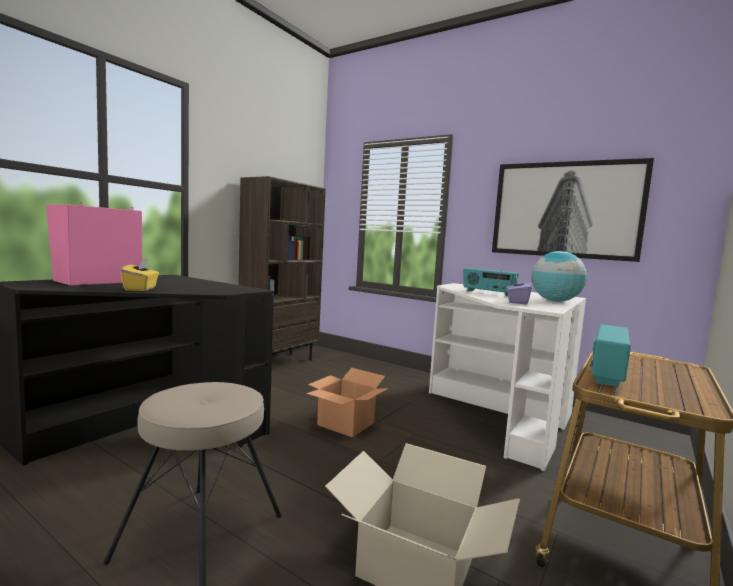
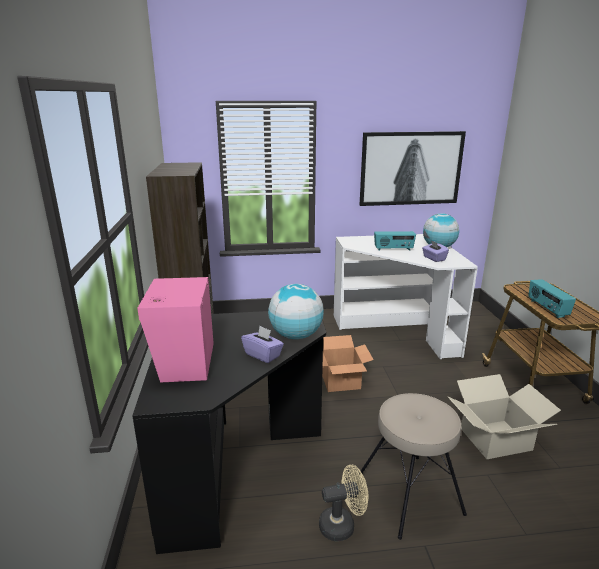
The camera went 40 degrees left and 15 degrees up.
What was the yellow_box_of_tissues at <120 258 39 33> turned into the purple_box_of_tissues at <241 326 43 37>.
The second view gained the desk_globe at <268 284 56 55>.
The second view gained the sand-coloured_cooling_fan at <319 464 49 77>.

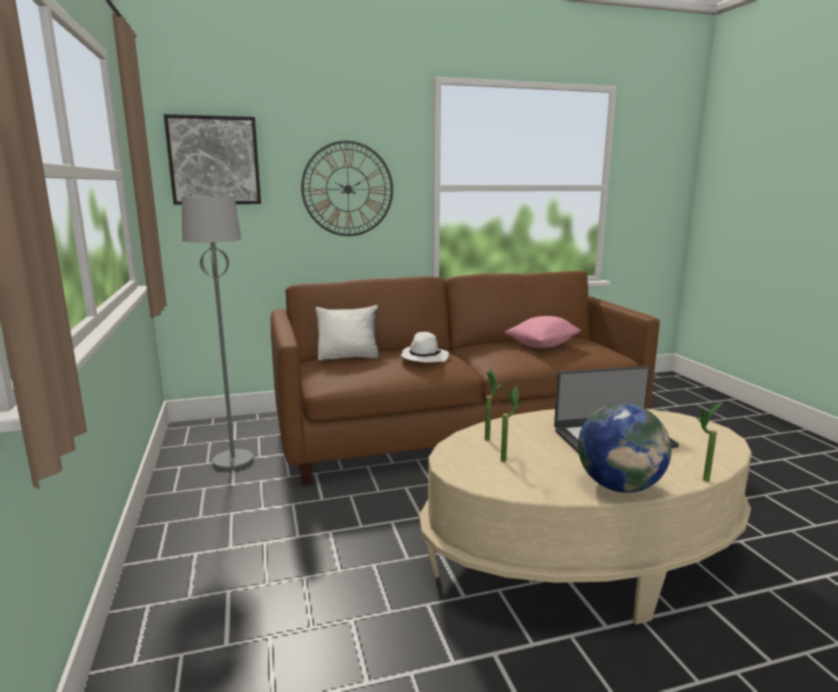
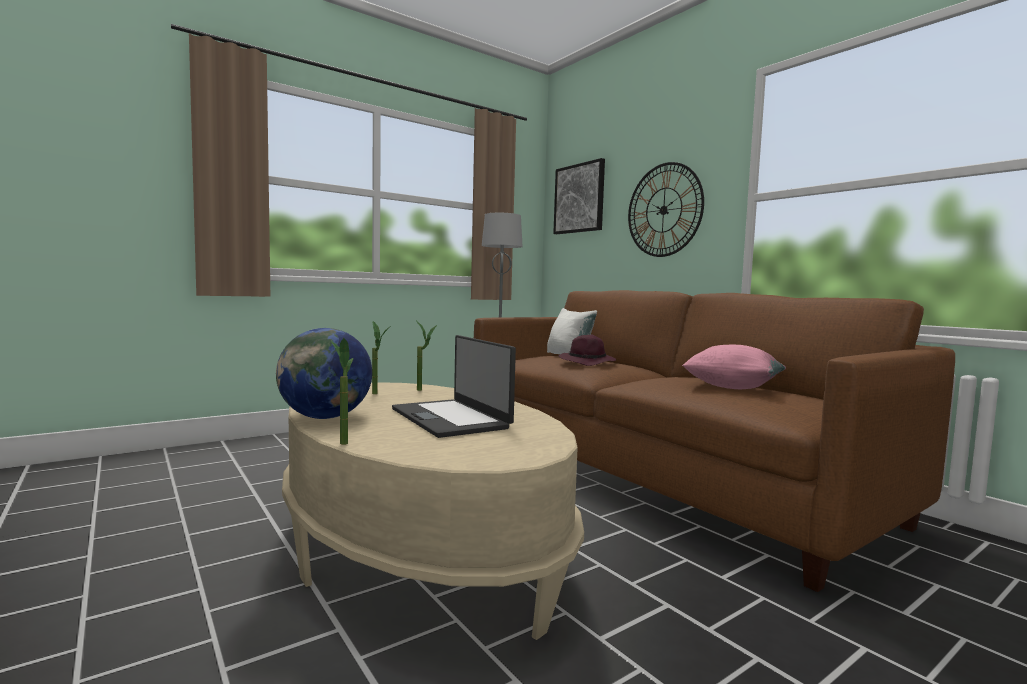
The camera went 70 degrees right and 10 degrees down.
What was the white-coloured_clothing_hat at <400 332 49 30> turned into the purple_clothing_hat at <558 335 58 31>.

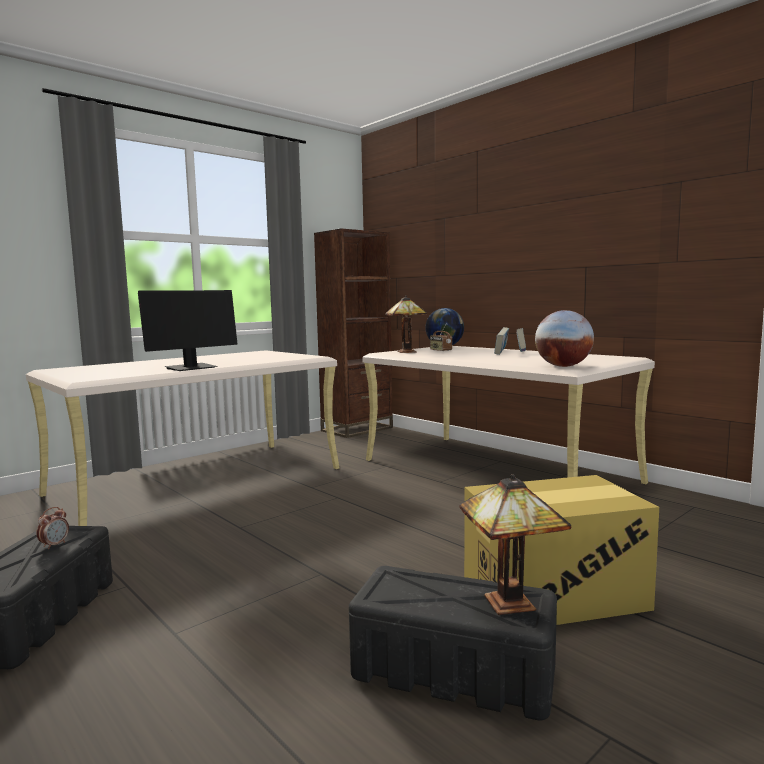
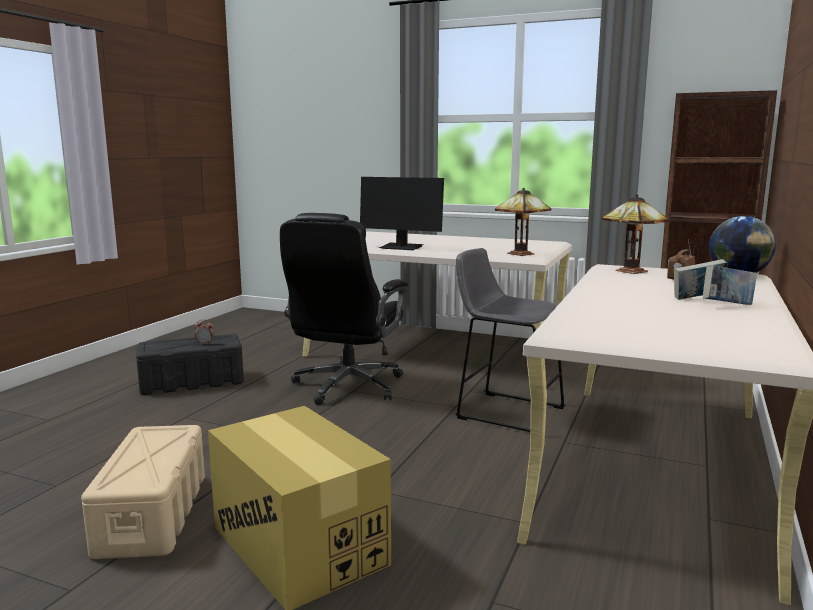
The camera went 65 degrees right and 5 degrees up.
The second view lost the desk_globe at <535 310 59 57>.
The tabletop_lamp ended up elsewhere, having gone from <459 474 112 141> to <495 188 56 68>.
What was the blackish_storage_bin at <349 566 208 155> turned into the sand-coloured_storage_bin at <81 425 124 134>.
The second view gained the blackish_computer_chair at <280 213 128 192>.
The second view gained the grey_sitting_stool at <456 248 110 184>.

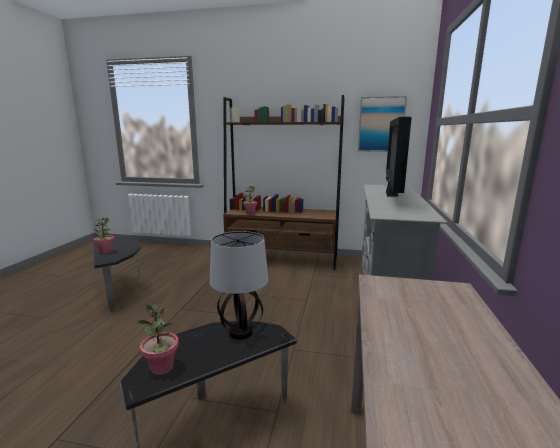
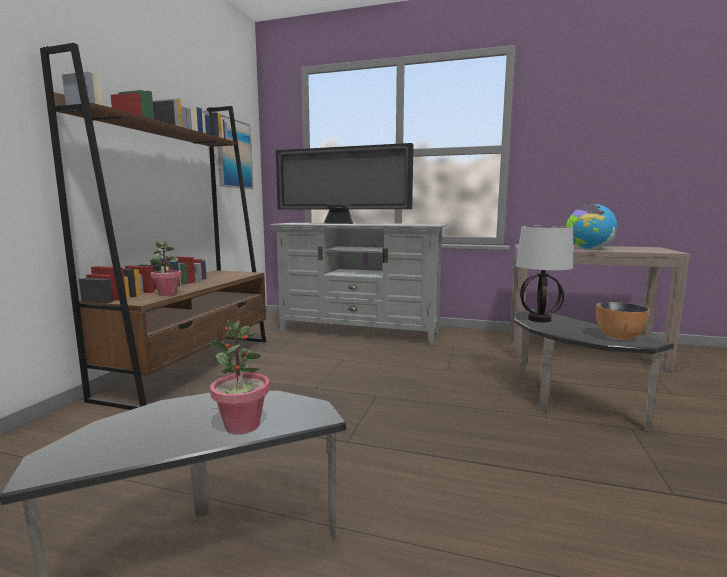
The camera went 85 degrees left and 5 degrees down.
Where the plant_in_a_pot stood at <137 304 42 71>, the bowl came to stand at <596 302 53 38>.
The second view gained the desk_globe at <566 204 51 46>.

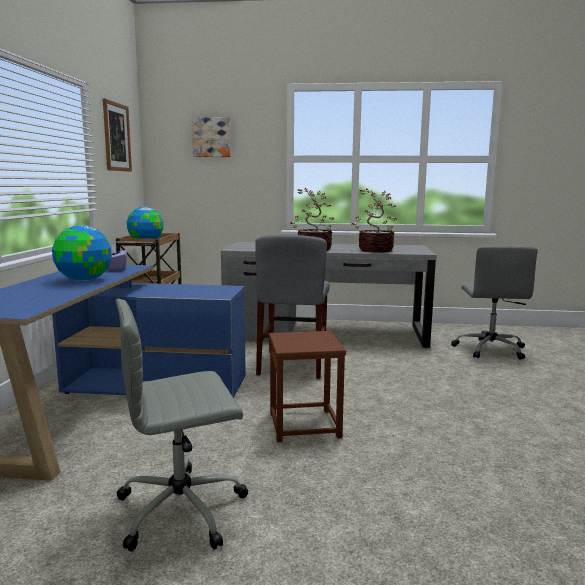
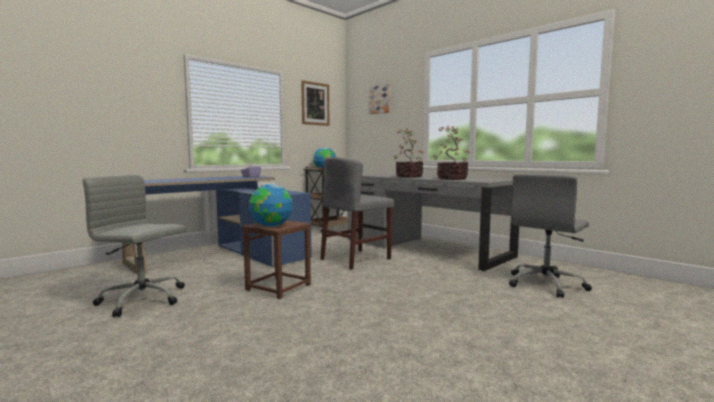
The camera went 40 degrees right and 5 degrees down.
The desk_globe ended up elsewhere, having gone from <52 225 60 56> to <249 184 44 43>.

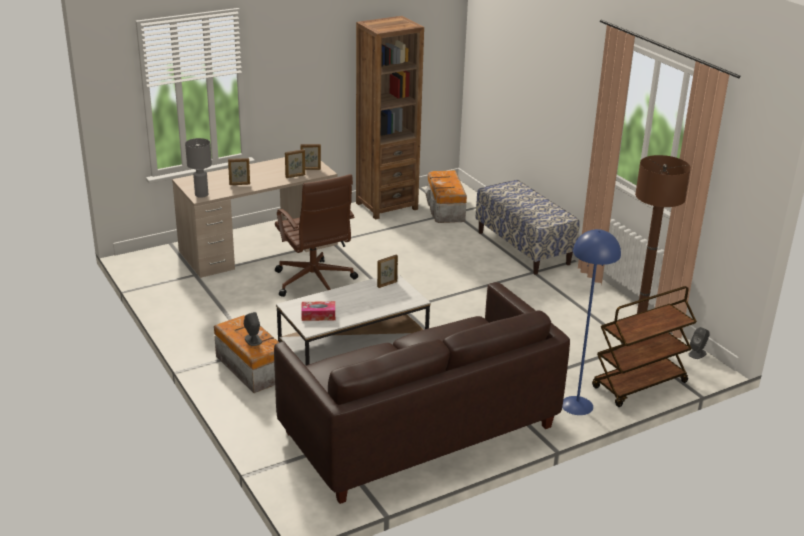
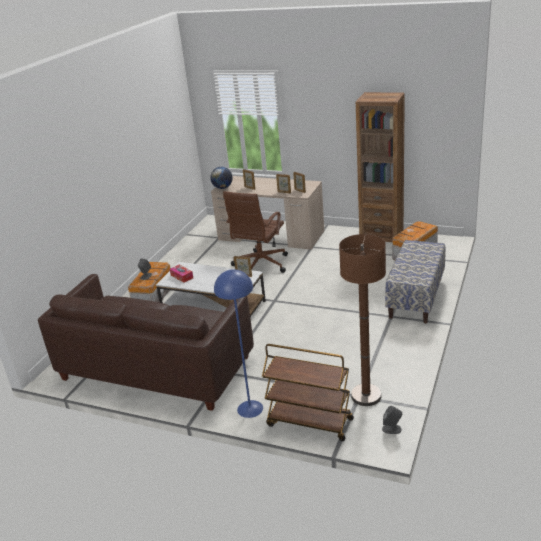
The camera went 55 degrees right and 0 degrees up.
Where the grey_tabletop_lamp stood at <185 138 27 60>, the desk_globe came to stand at <210 167 23 22>.

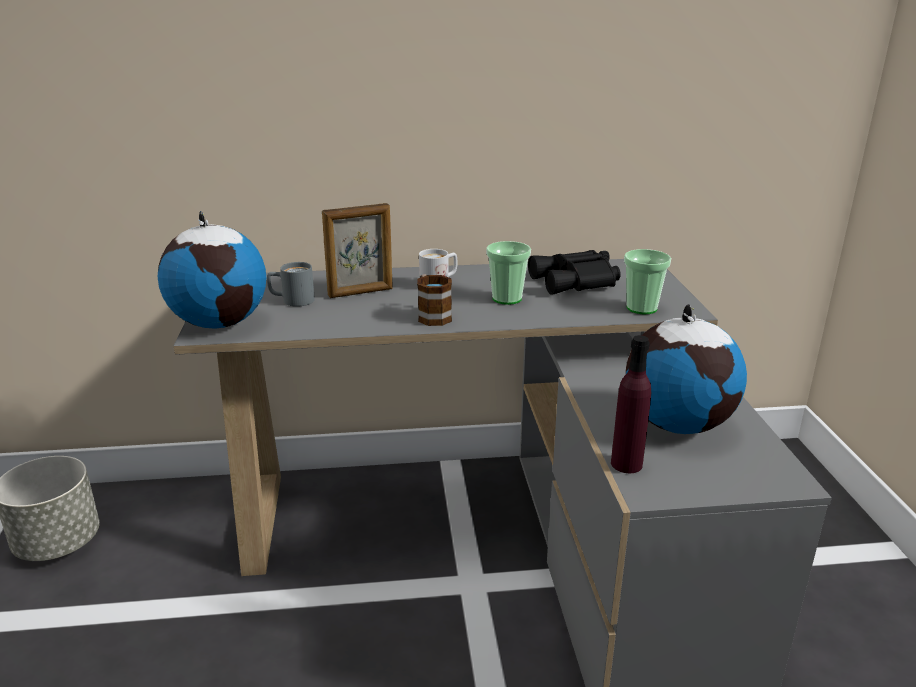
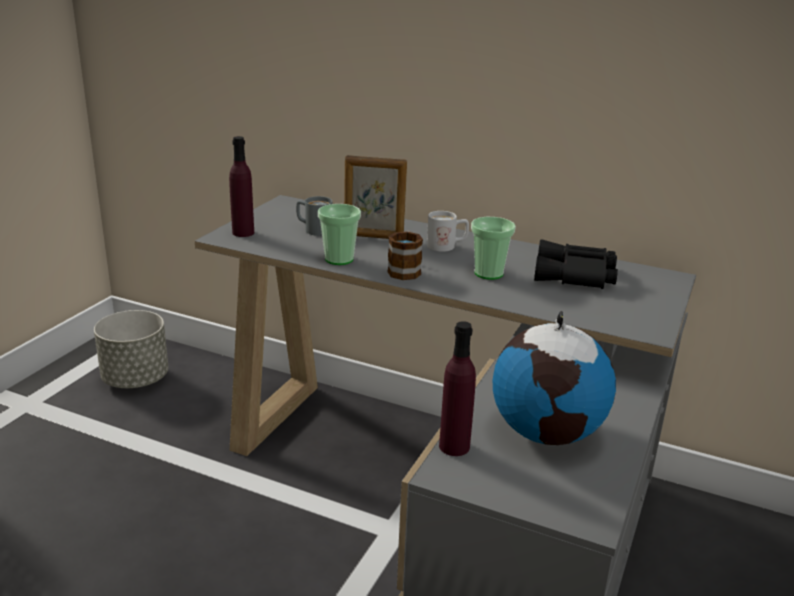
The camera went 30 degrees right and 0 degrees up.
Where the desk_globe stood at <158 211 108 118>, the purple_beverage_bottle came to stand at <229 136 25 101>.
The drinking_cup ended up elsewhere, having gone from <624 249 47 65> to <318 204 43 61>.

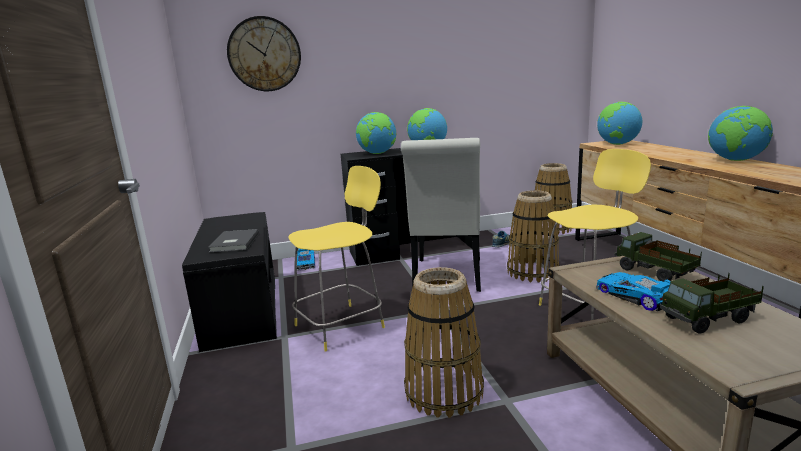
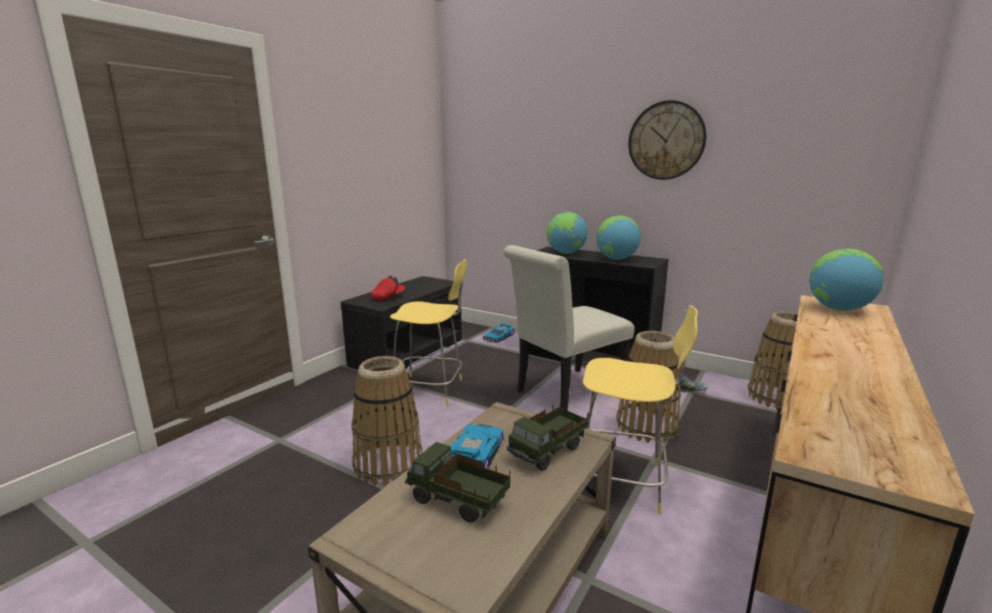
The camera went 45 degrees right and 0 degrees up.
The wall_clock ended up elsewhere, having gone from <227 16 74 75> to <628 100 78 80>.
The second view lost the desk_globe at <708 106 65 55>.
Where the grey_volume stood at <208 229 51 23>, the reddish_cap came to stand at <371 275 34 26>.
The toy_truck at <615 232 87 50> ended up facing another way, 150 degrees counterclockwise from before.

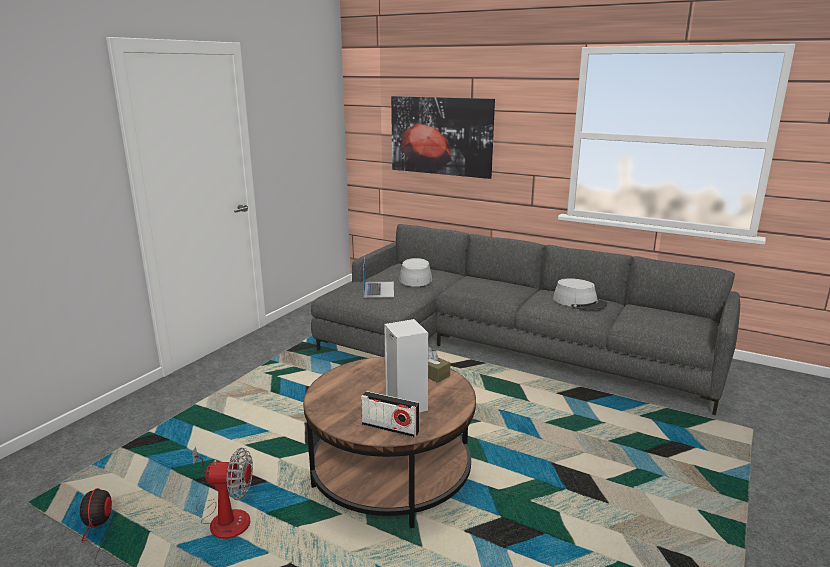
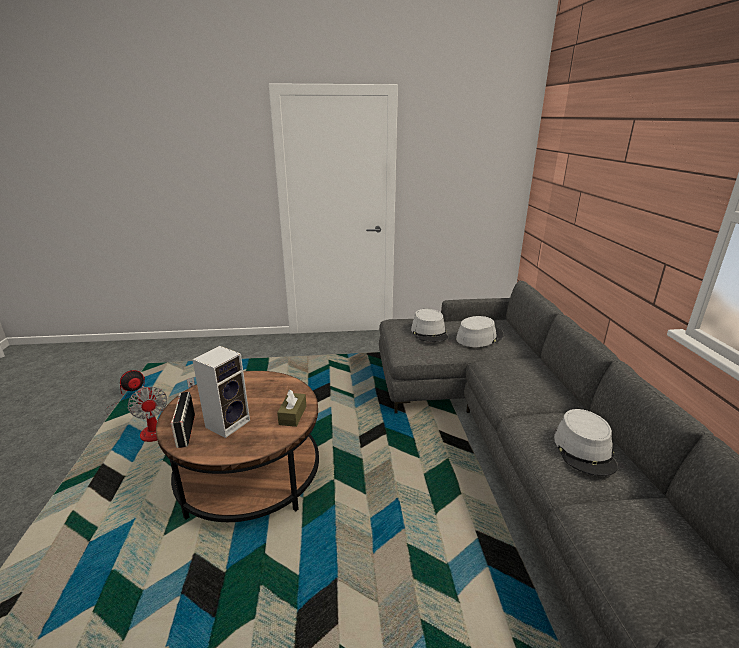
The camera went 55 degrees right and 5 degrees up.
The second view lost the picture at <391 96 104 83>.
Where the laptop stood at <363 258 31 40>, the grey_clothing_hat came to stand at <411 309 37 33>.

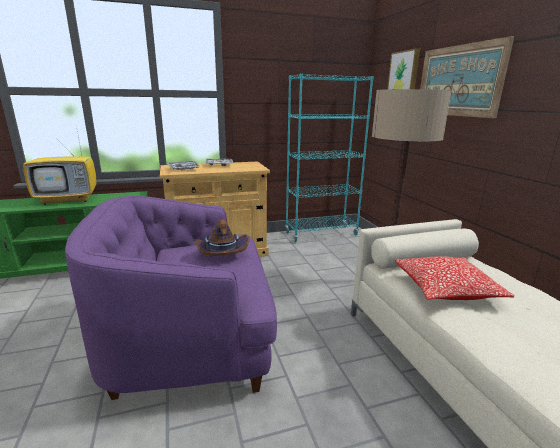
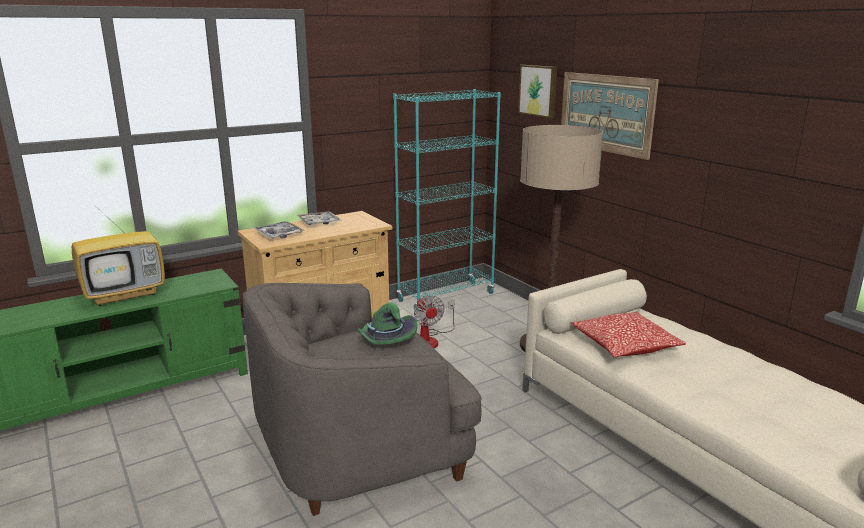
The camera went 15 degrees left and 0 degrees up.
What was the purple_lounge_chair at <65 196 212 204> turned into the grey_lounge_chair at <243 283 239 233>.
What was the brown_clothing_hat at <195 220 55 36> turned into the greenish_clothing_hat at <357 302 60 43>.
The second view gained the cooling_fan at <414 295 41 53>.

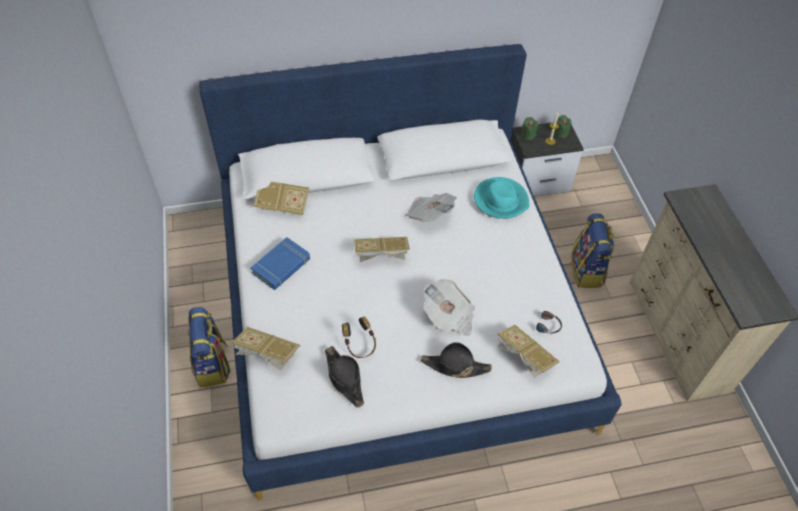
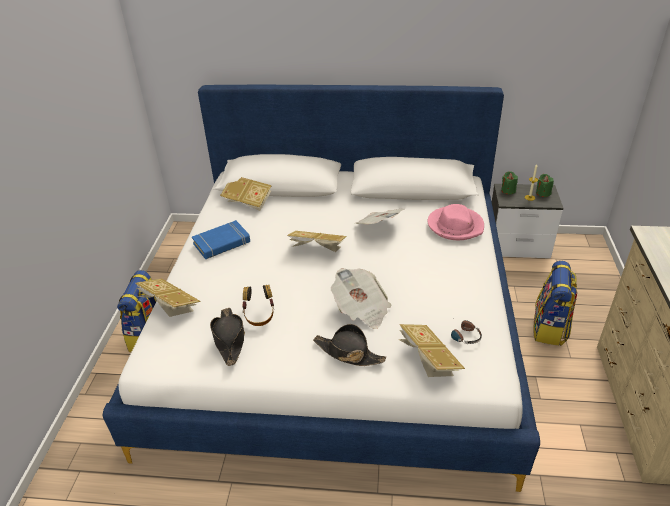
The camera went 20 degrees right and 15 degrees down.
What was the turquoise-coloured_clothing_hat at <474 177 56 42> turned into the pink_clothing_hat at <428 204 56 36>.

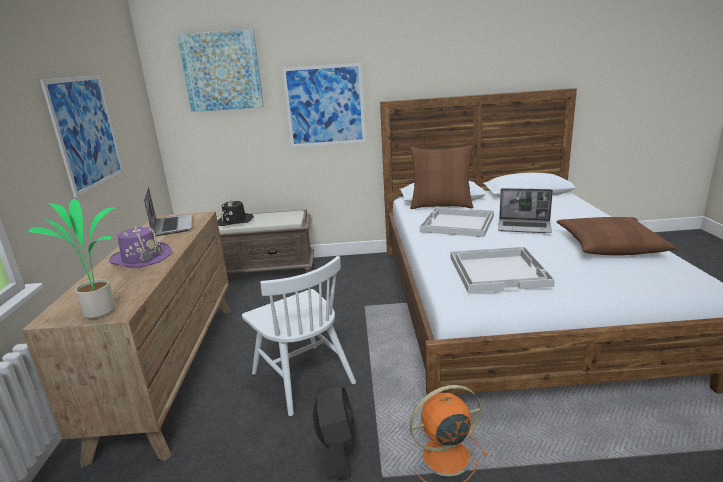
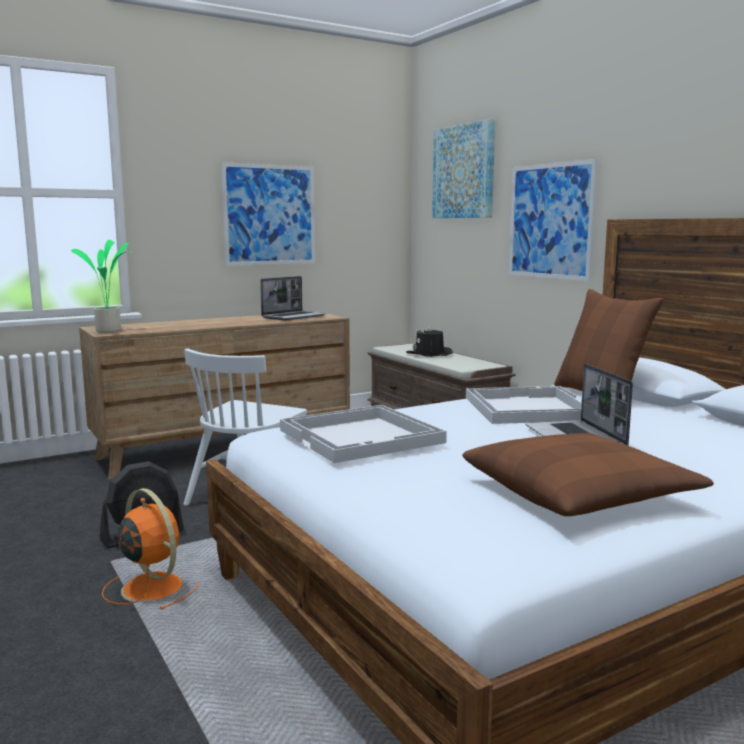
The camera went 60 degrees right and 10 degrees down.
The second view lost the purple_clothing_hat at <109 225 63 43>.

